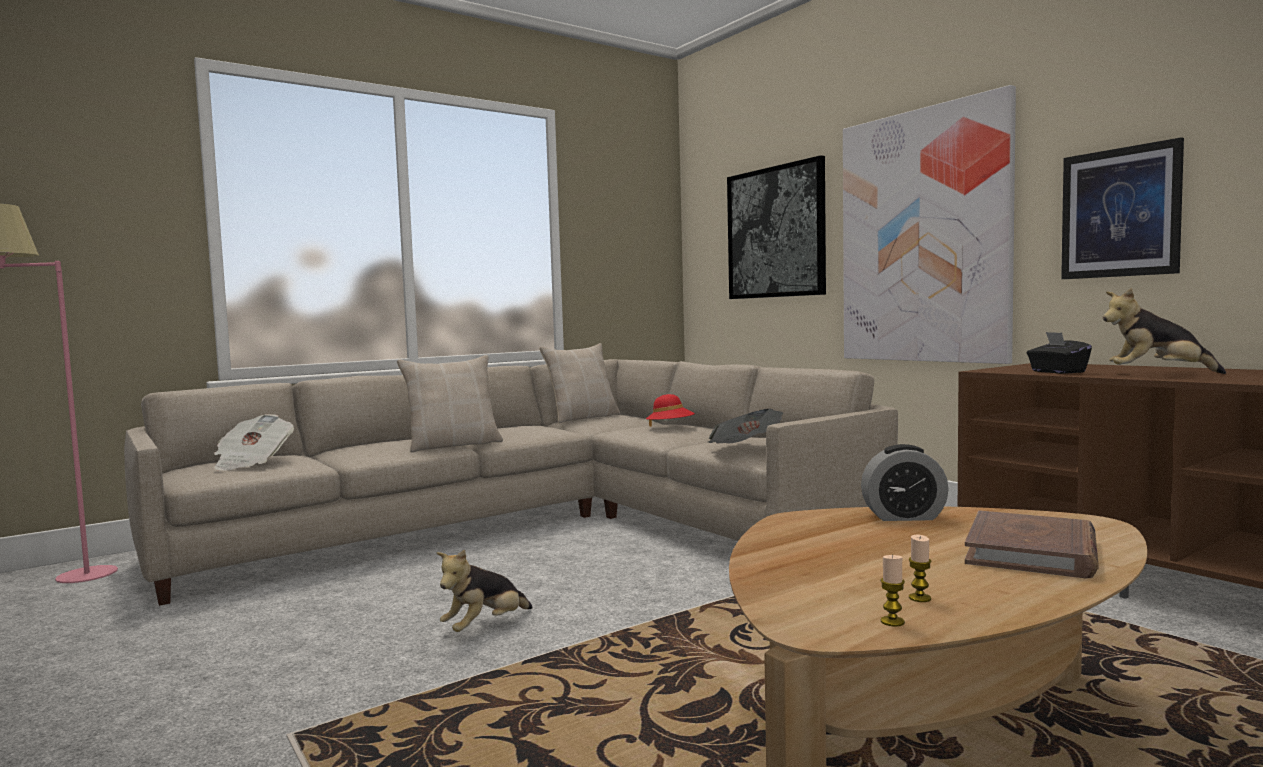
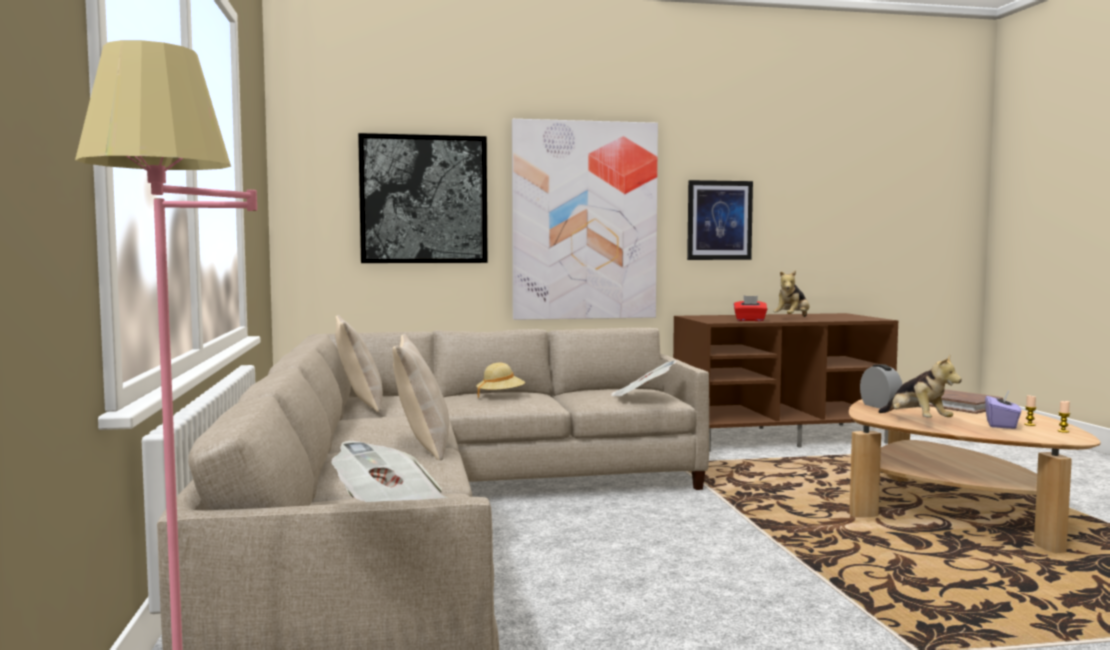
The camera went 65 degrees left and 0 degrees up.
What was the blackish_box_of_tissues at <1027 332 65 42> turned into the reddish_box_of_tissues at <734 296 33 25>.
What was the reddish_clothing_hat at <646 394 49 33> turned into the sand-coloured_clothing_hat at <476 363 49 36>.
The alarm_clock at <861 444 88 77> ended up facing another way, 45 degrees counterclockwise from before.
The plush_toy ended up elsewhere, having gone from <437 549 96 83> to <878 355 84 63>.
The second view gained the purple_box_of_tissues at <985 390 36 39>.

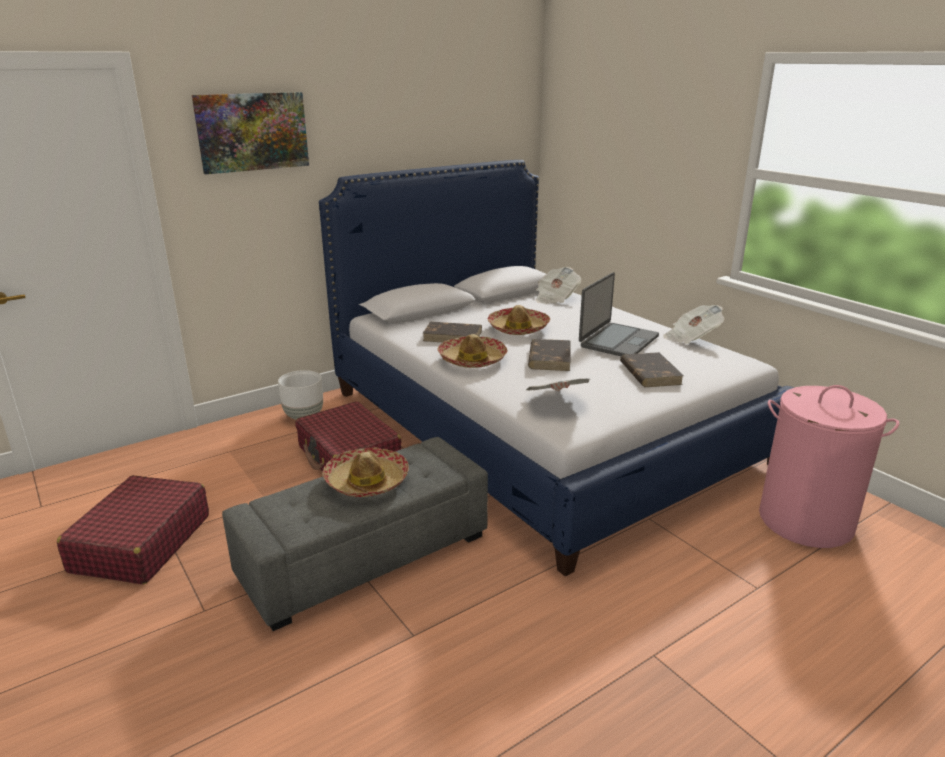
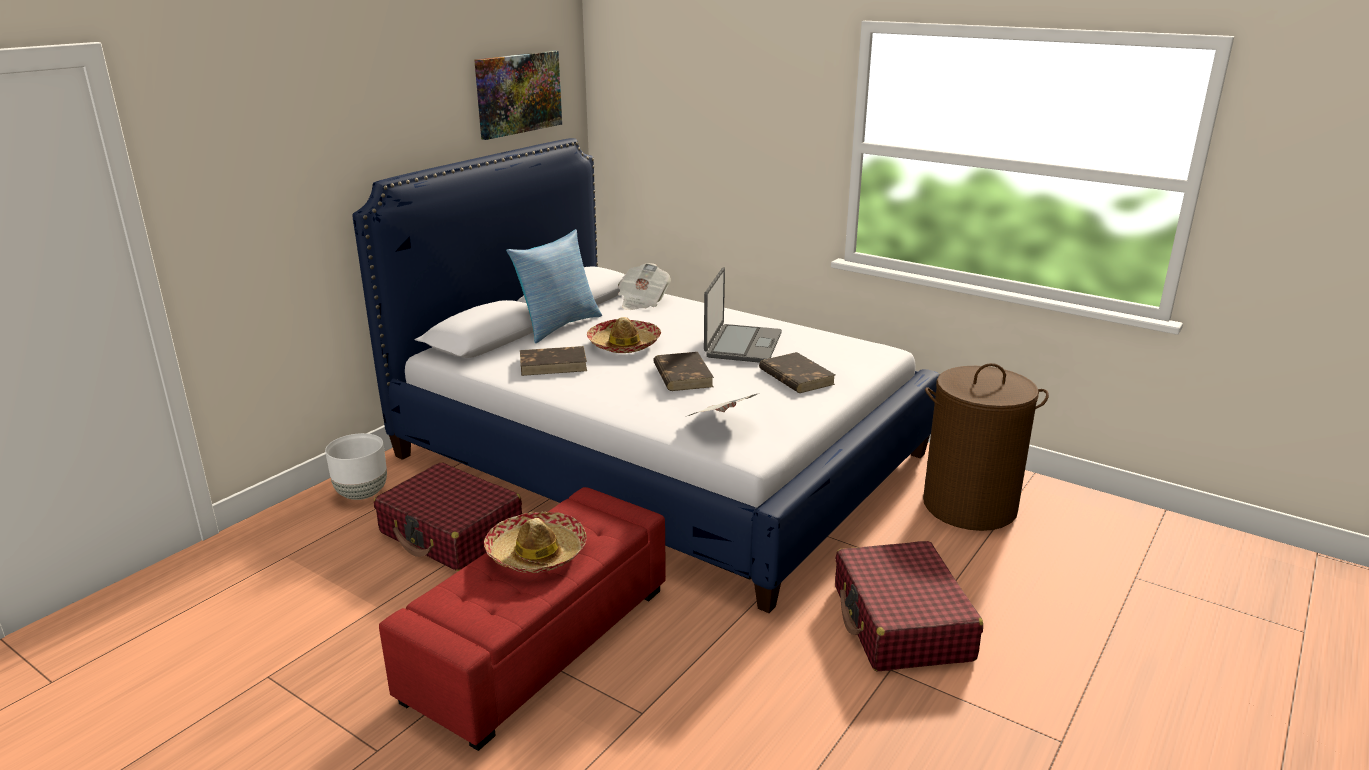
The camera went 20 degrees left and 0 degrees up.
The picture ended up elsewhere, having gone from <192 92 117 82> to <474 51 88 89>.
The second view lost the printed_paper at <663 305 61 39>.
The second view lost the clothing_hat at <437 334 70 34>.
What was the pink_hamper at <759 385 140 163> turned into the brown_hamper at <923 363 126 168>.
What was the grey_pouffe at <222 437 266 194> turned into the reddish_pouffe at <379 487 287 264>.
The reddish_travel_case ended up elsewhere, having gone from <57 475 152 110> to <835 541 148 130>.
The second view gained the cushion at <506 229 96 114>.

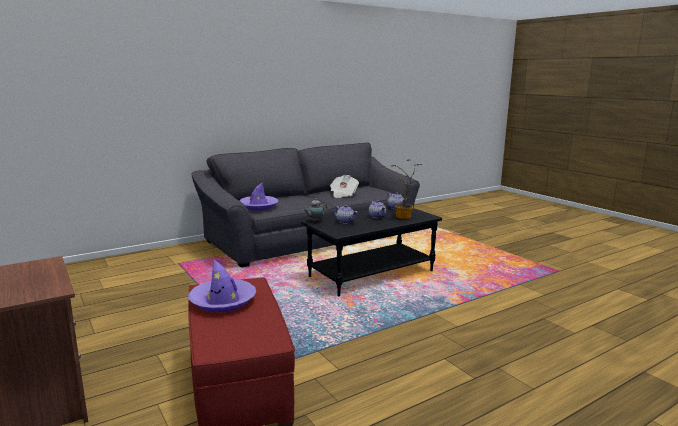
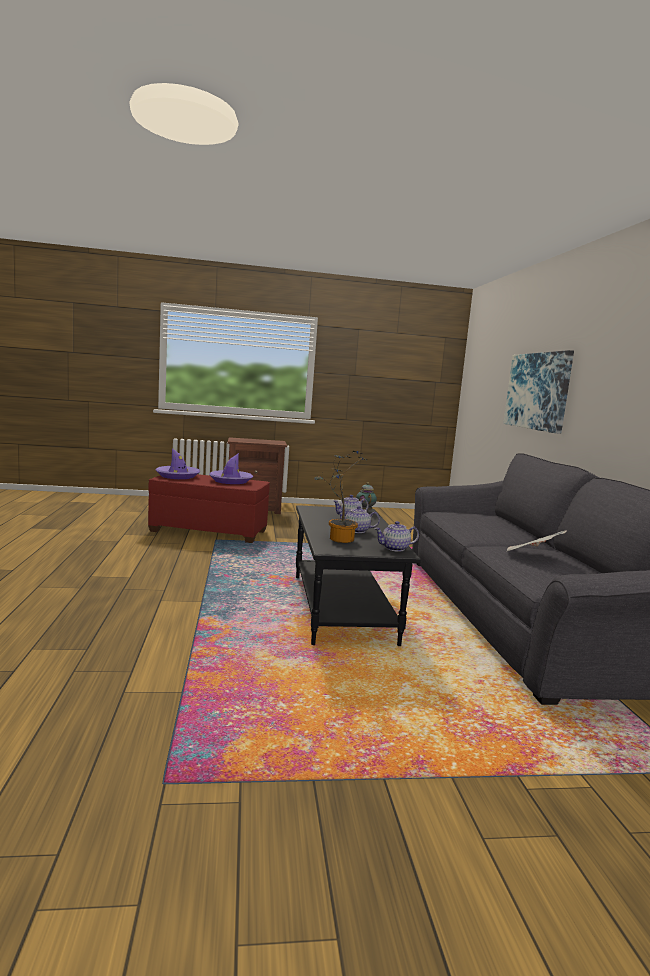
The camera went 115 degrees right and 5 degrees down.
The purple_clothing_hat ended up elsewhere, having gone from <239 183 39 27> to <156 448 45 31>.
The second view gained the picture at <503 350 71 84>.

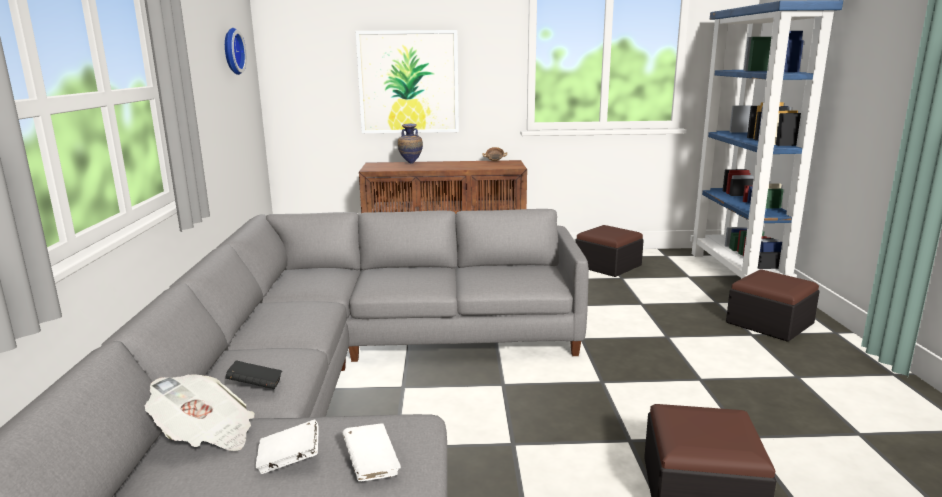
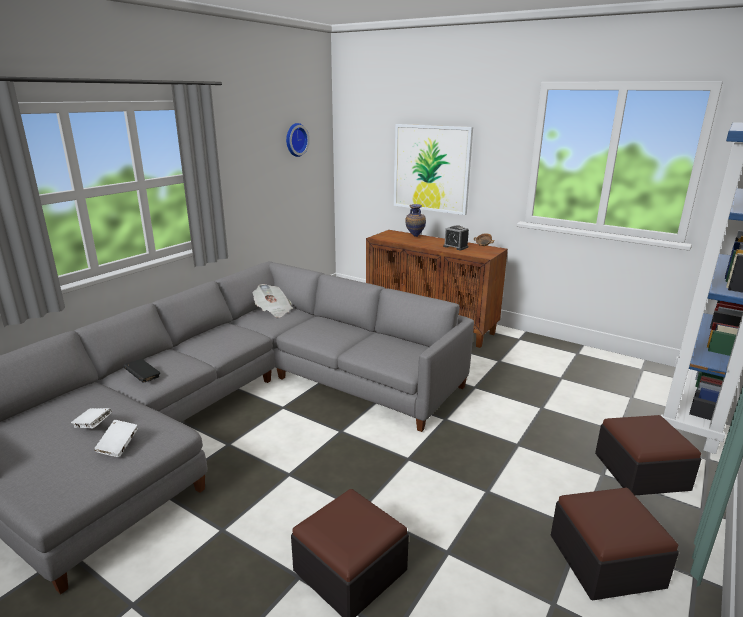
The camera went 35 degrees right and 5 degrees up.
The pouffe ended up elsewhere, having gone from <575 225 69 52> to <551 488 128 112>.
The printed_paper ended up elsewhere, having gone from <145 374 110 77> to <252 284 41 34>.
The second view gained the alarm_clock at <443 225 26 25>.

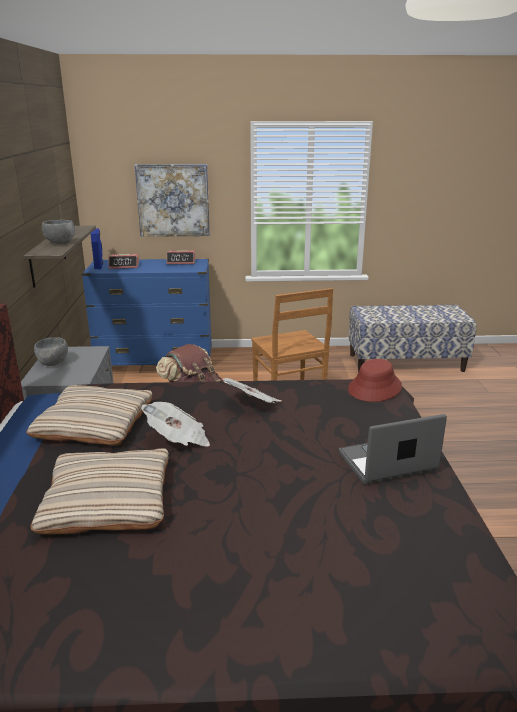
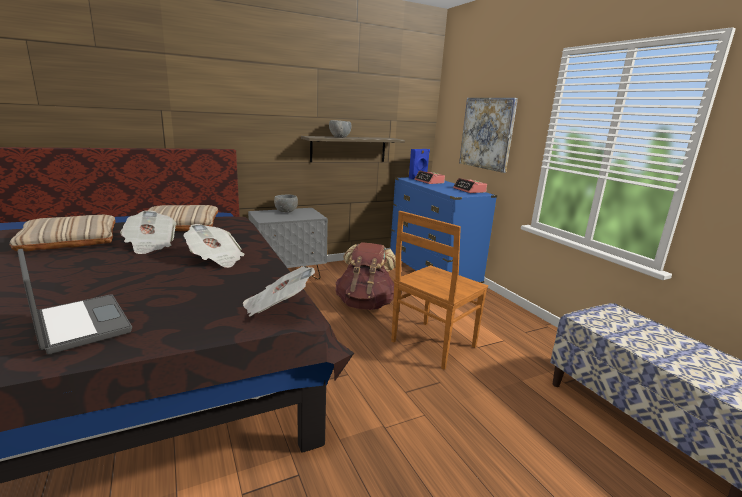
The camera went 65 degrees right and 5 degrees down.
Where the reddish_clothing_hat stood at <348 359 54 43>, the printed_paper came to stand at <243 266 72 50>.

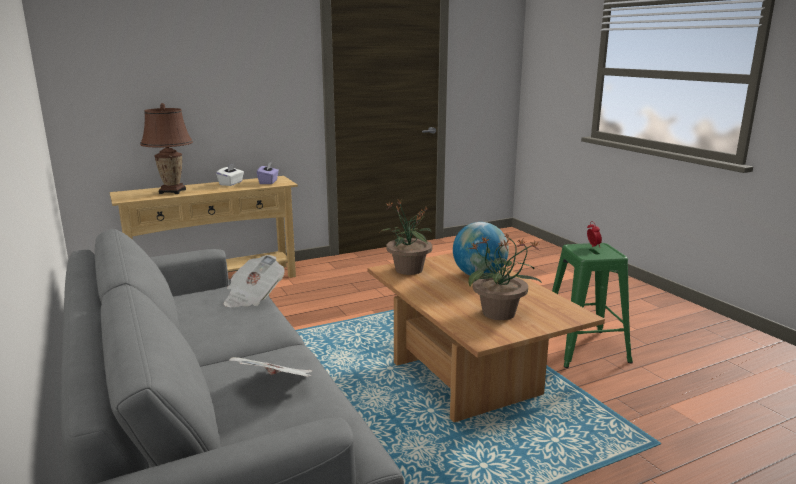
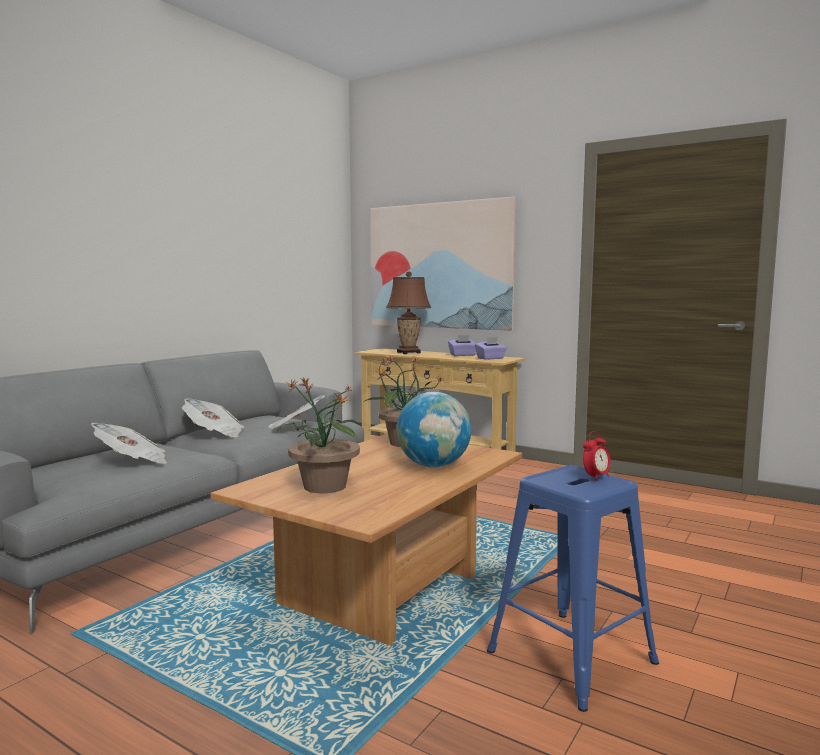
The camera went 60 degrees right and 10 degrees down.
What was the white-coloured_box_of_tissues at <216 163 28 23> turned into the purple_box_of_tissues at <448 335 28 21>.
What was the greenish_sitting_stool at <552 243 81 125> turned into the blue_sitting_stool at <487 465 172 247>.
The second view gained the picture at <370 196 146 135>.
The second view gained the printed_paper at <182 398 62 39>.

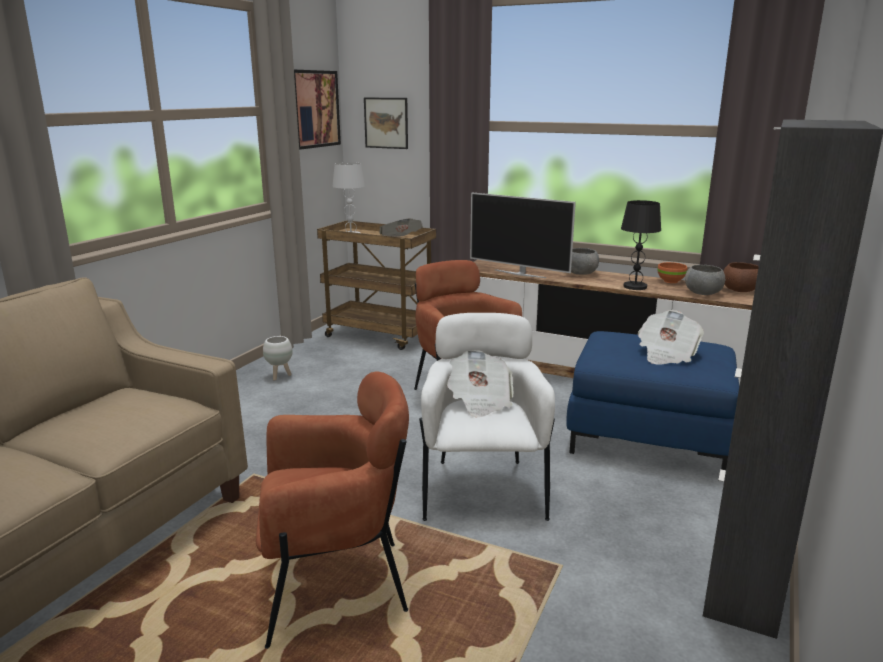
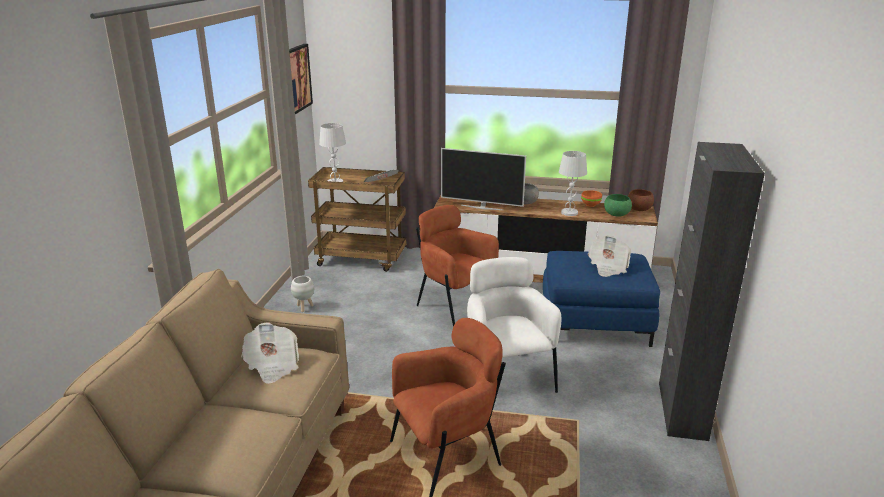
The camera went 15 degrees left and 5 degrees up.
The second view lost the picture at <364 98 44 51>.
What was the blackish_tabletop_lamp at <621 200 40 90> turned into the white-coloured_tabletop_lamp at <559 151 28 65>.
What was the grey_bowl at <685 265 40 30> turned into the greenish_bowl at <604 194 28 23>.
The printed_paper ended up elsewhere, having gone from <447 350 67 68> to <241 323 58 61>.

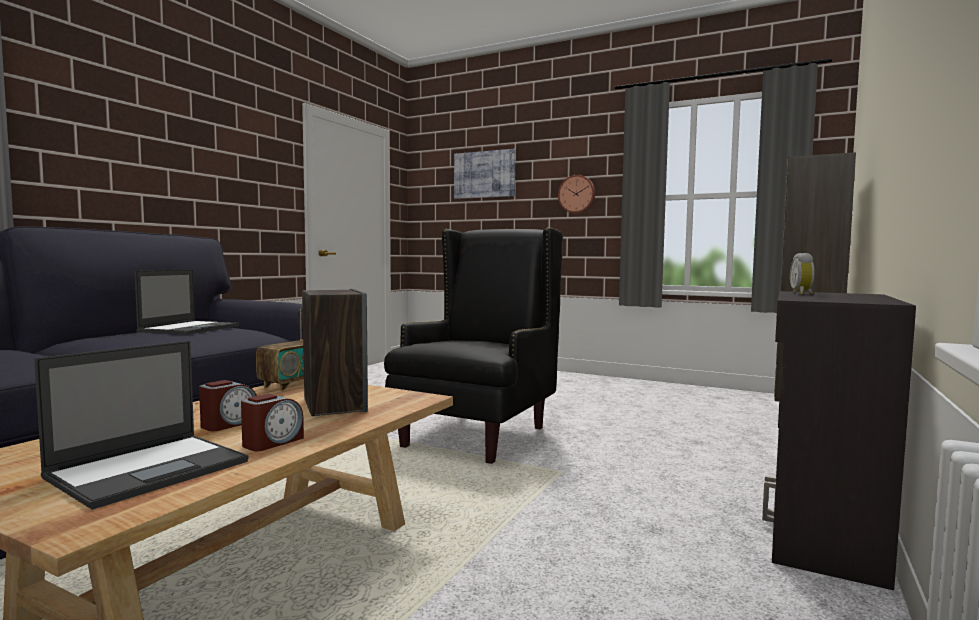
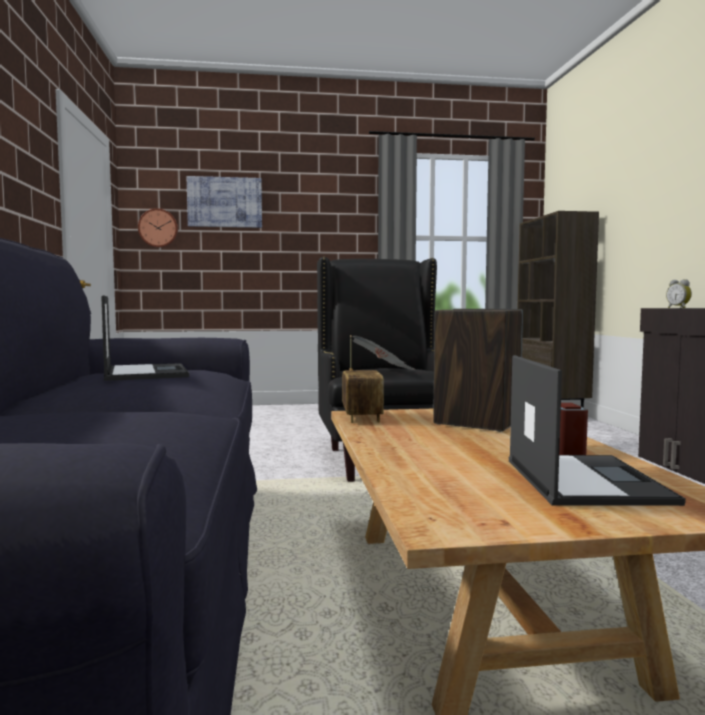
The camera went 35 degrees left and 0 degrees up.
The wall_clock ended up elsewhere, having gone from <558 175 37 38> to <138 208 40 40>.
The second view lost the alarm_clock at <199 380 58 51>.
The second view gained the printed_paper at <352 336 63 34>.

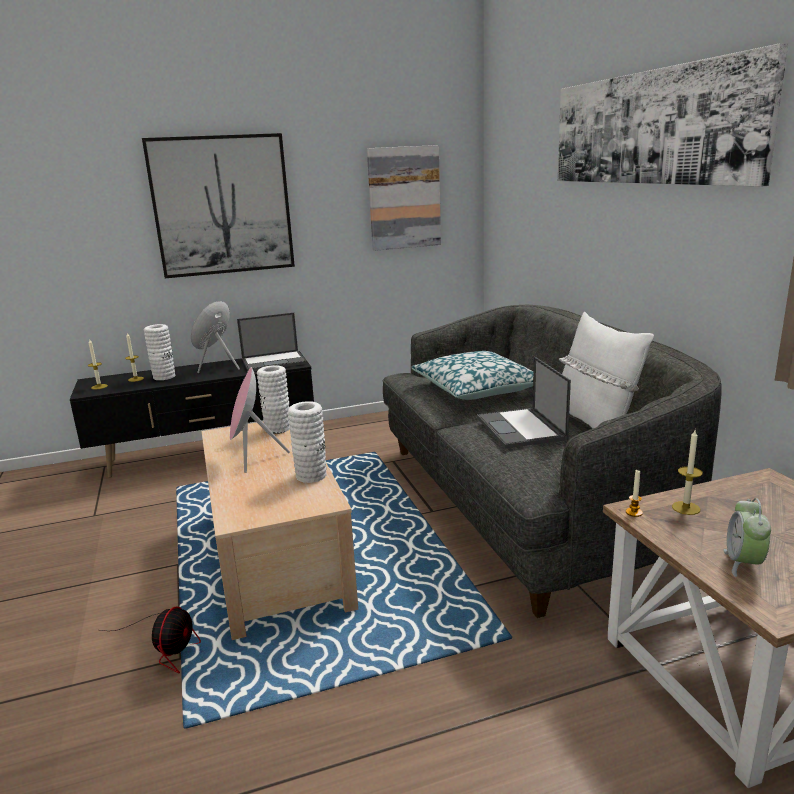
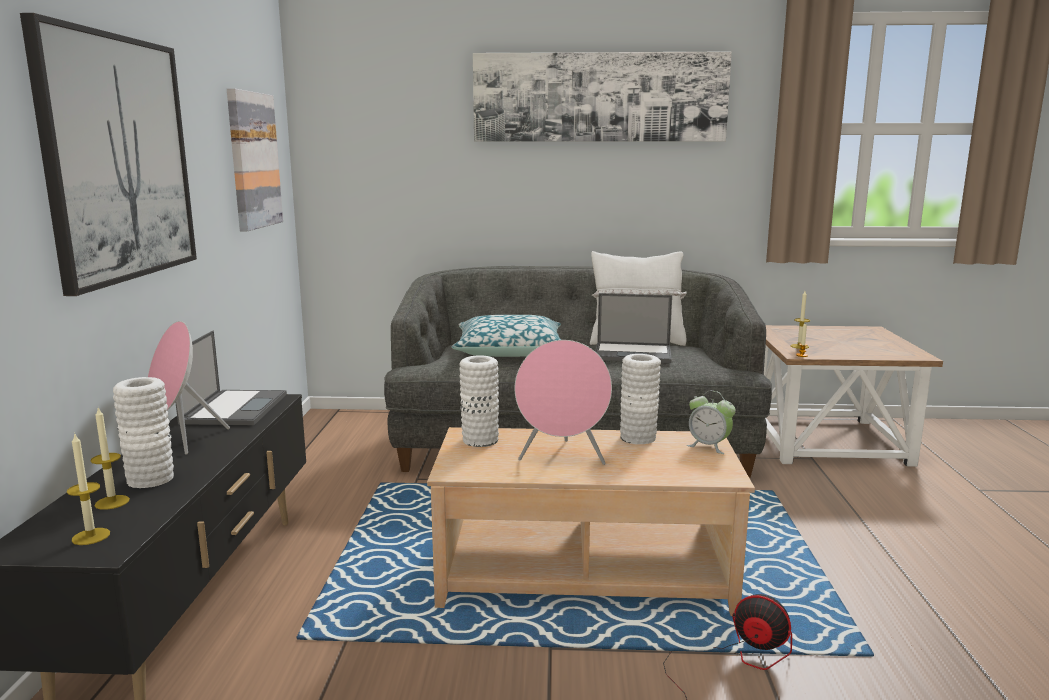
The camera went 70 degrees left and 5 degrees down.
The alarm_clock ended up elsewhere, having gone from <724 498 47 79> to <687 391 49 63>.

